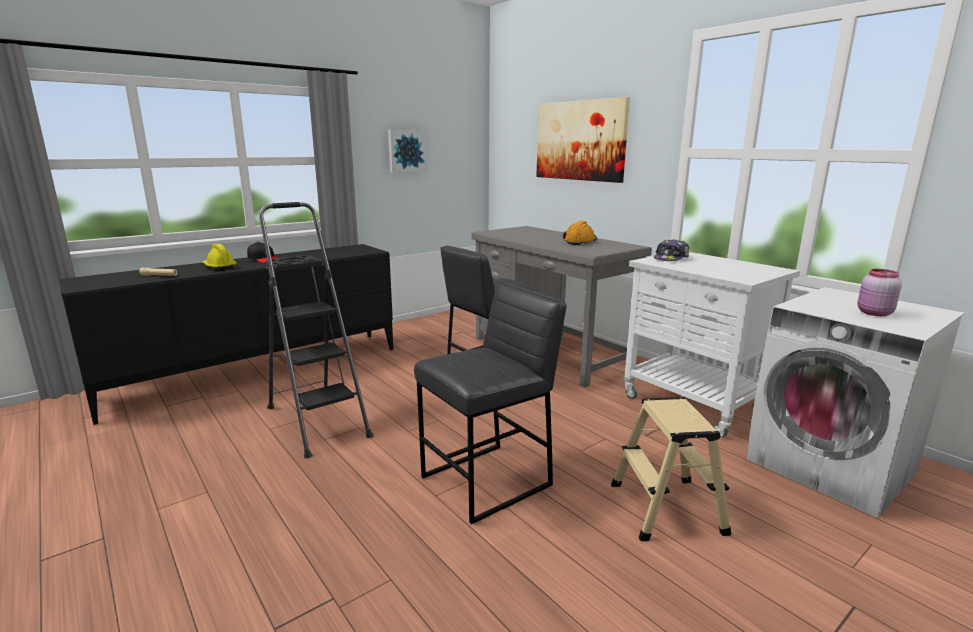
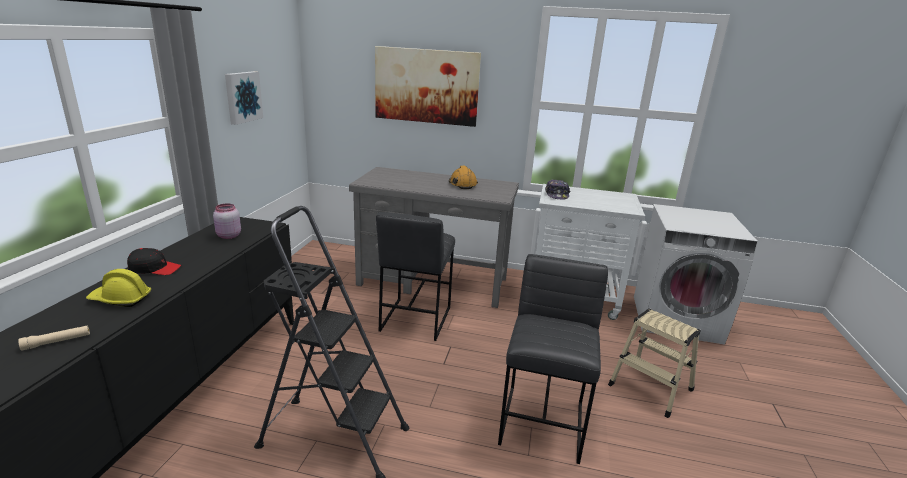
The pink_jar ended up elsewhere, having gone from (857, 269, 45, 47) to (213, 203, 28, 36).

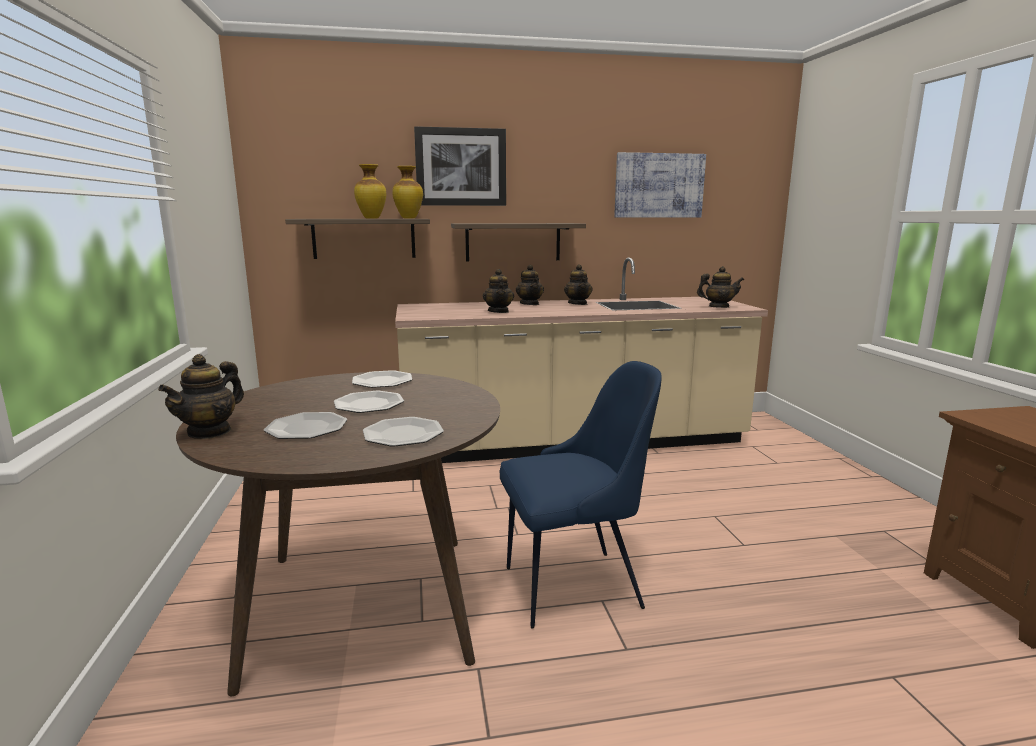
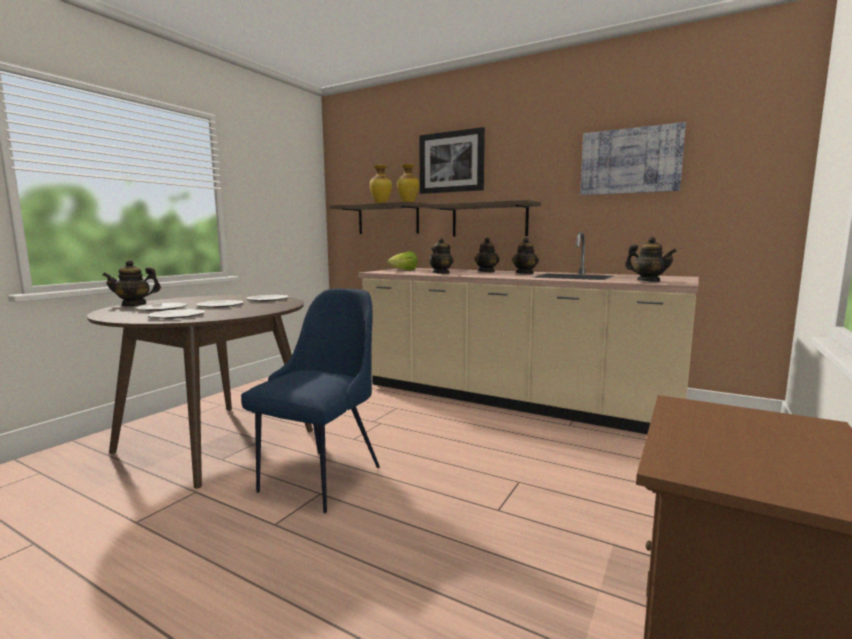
The blue_chair at (500, 361, 162, 268) ended up facing another way, 90 degrees counterclockwise from before. The second view gained the lettuce at (387, 251, 31, 19).

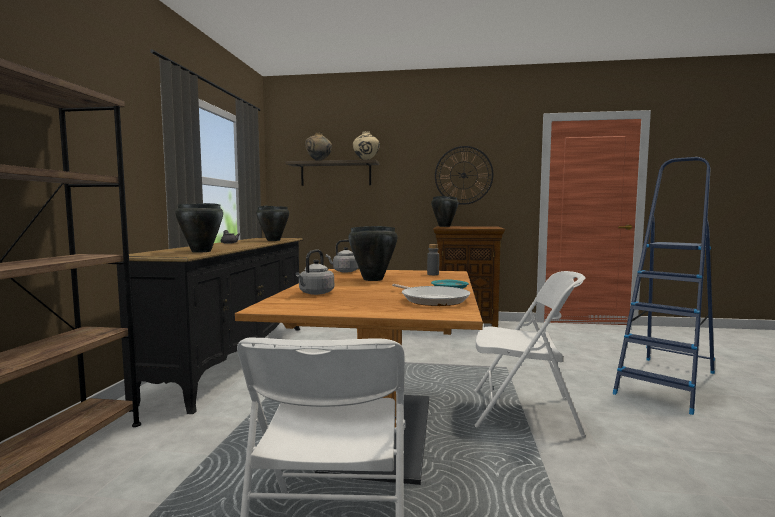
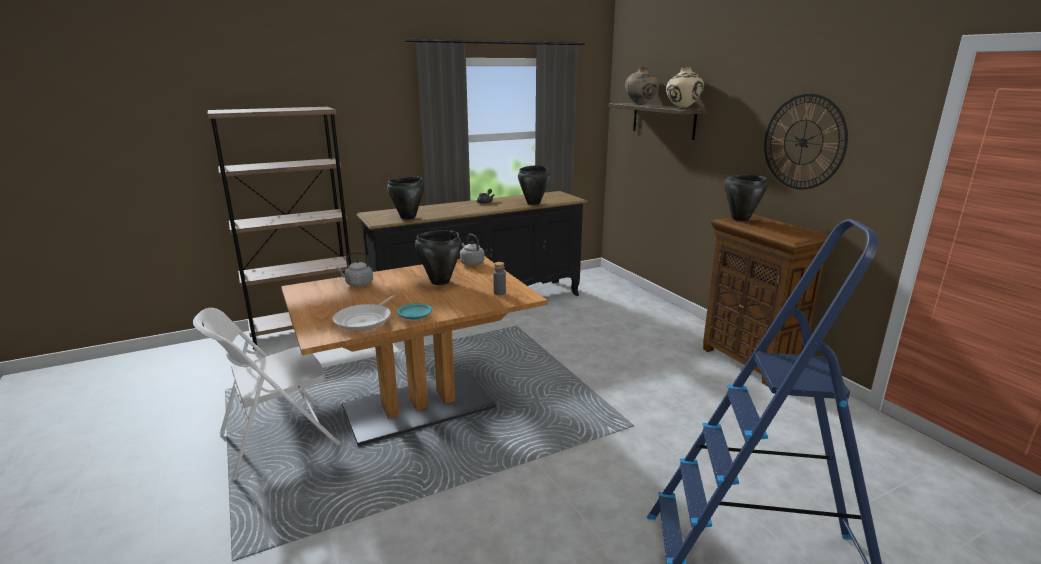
The second view lost the white_chair at (474, 271, 112, 167).

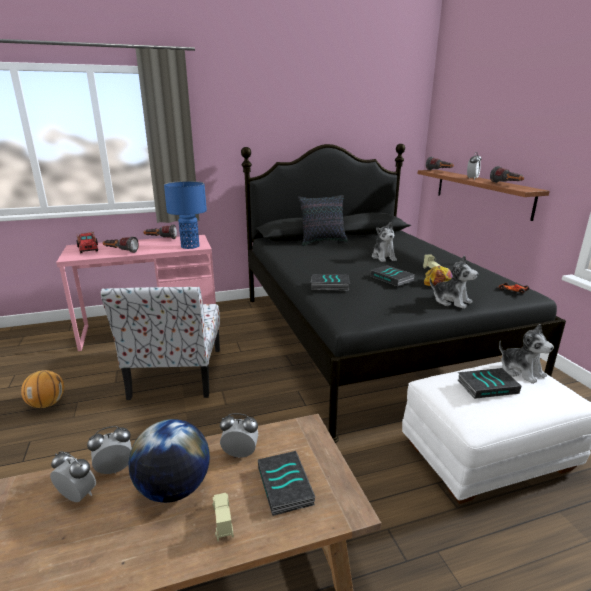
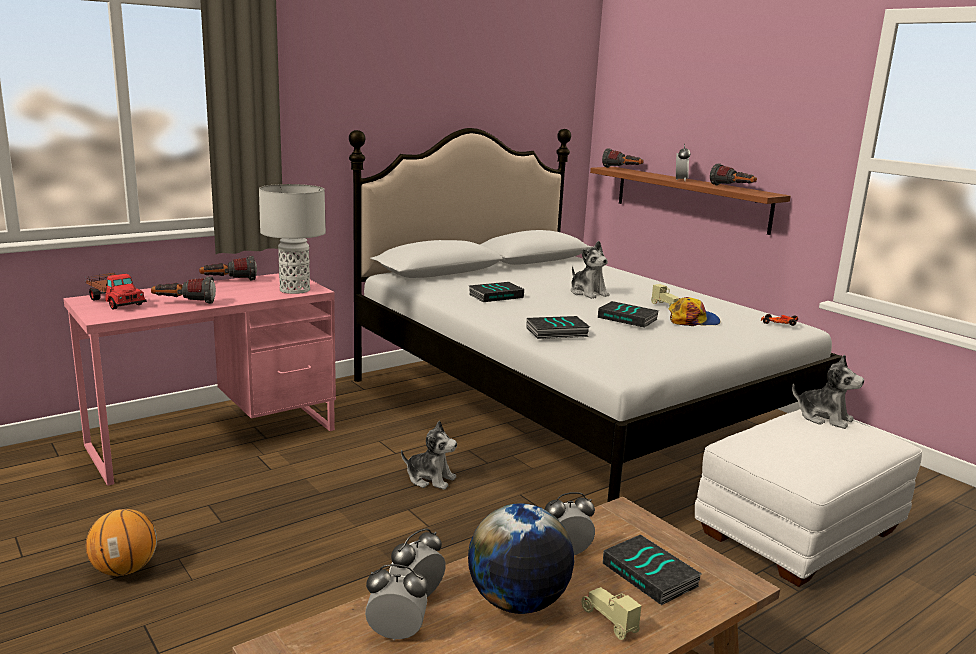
What was the black_bed at (241, 144, 325, 299) turned into the white_bed at (349, 128, 493, 374). What was the blue_table_lamp at (164, 181, 43, 68) turned into the white_table_lamp at (259, 184, 67, 110). The second view lost the black_pillow at (298, 195, 50, 51). The plush_toy ended up elsewhere, having gone from (430, 255, 48, 54) to (401, 420, 56, 70). The second view lost the chair at (101, 287, 119, 113). The book ended up elsewhere, having gone from (458, 368, 63, 31) to (469, 282, 55, 20).

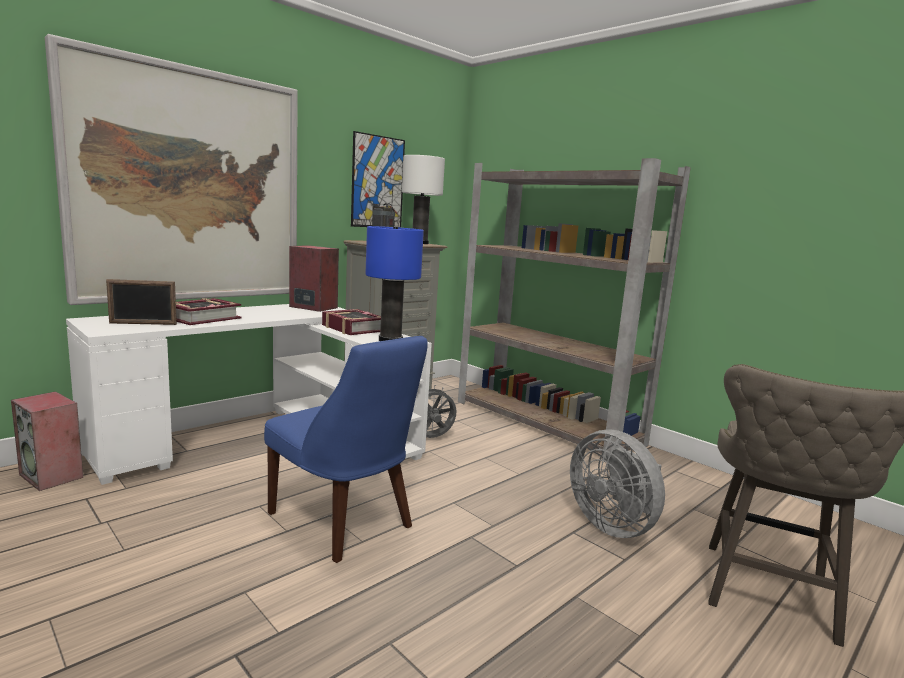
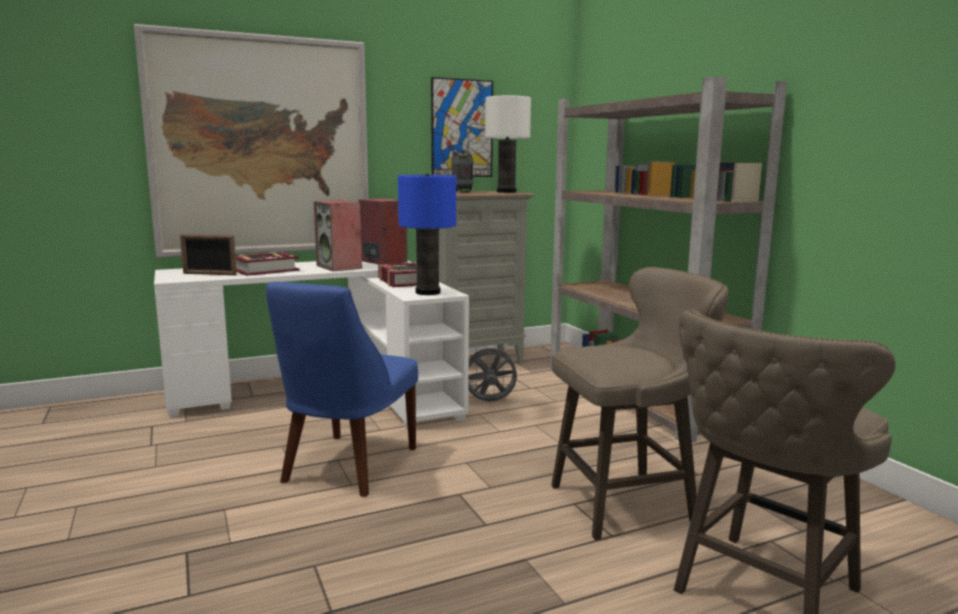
The blue_chair at (264, 336, 164, 227) ended up facing another way, 45 degrees clockwise from before. The speaker ended up elsewhere, having gone from (11, 391, 72, 100) to (314, 200, 48, 71). Where the grey_fan stood at (570, 429, 95, 109), the beige_stool came to stand at (551, 267, 178, 273).

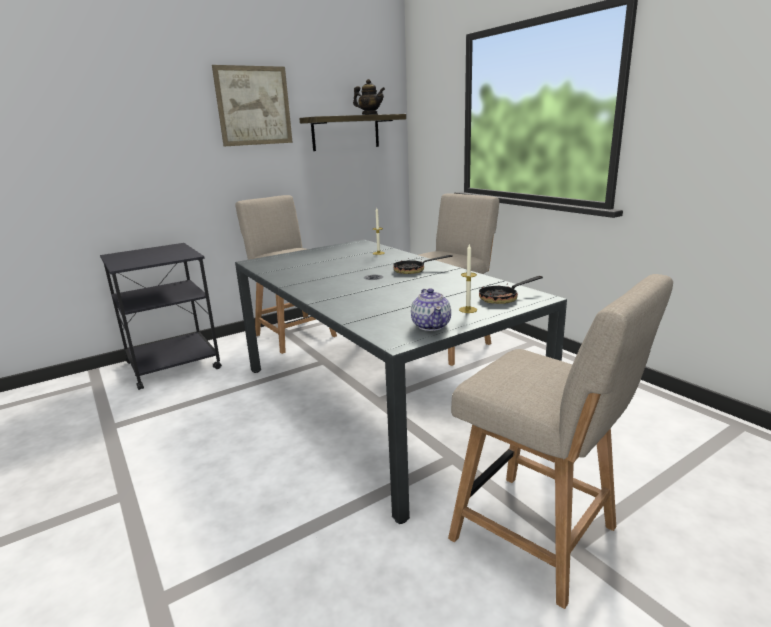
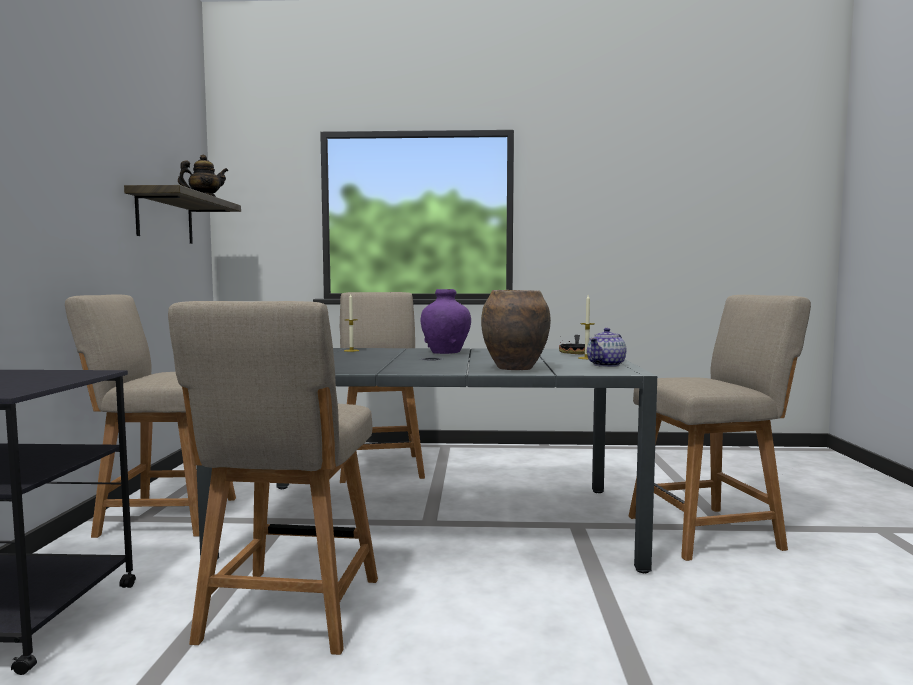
The second view lost the picture at (212, 65, 81, 81). Where the frying_pan stood at (394, 253, 59, 21), the purple_vase came to stand at (421, 289, 50, 65). The teapot at (411, 288, 40, 43) ended up facing another way, 105 degrees clockwise from before. The second view gained the brown_vase at (481, 290, 70, 80). The second view gained the beige_chair at (168, 301, 210, 354).

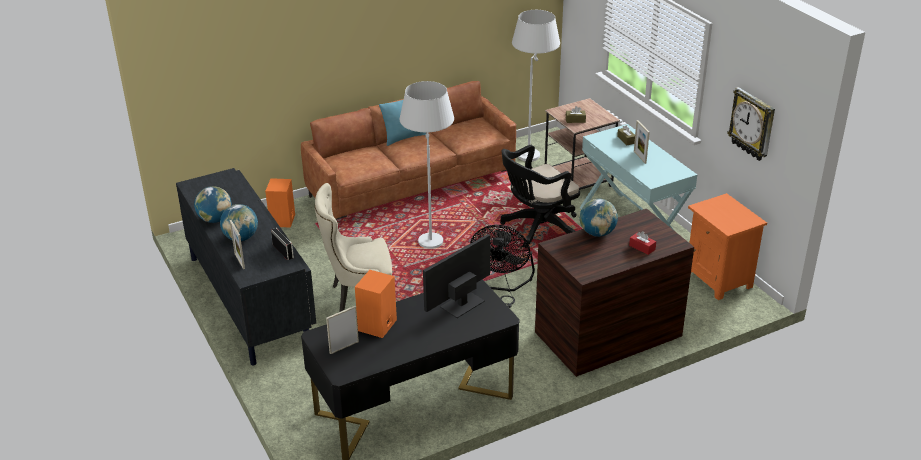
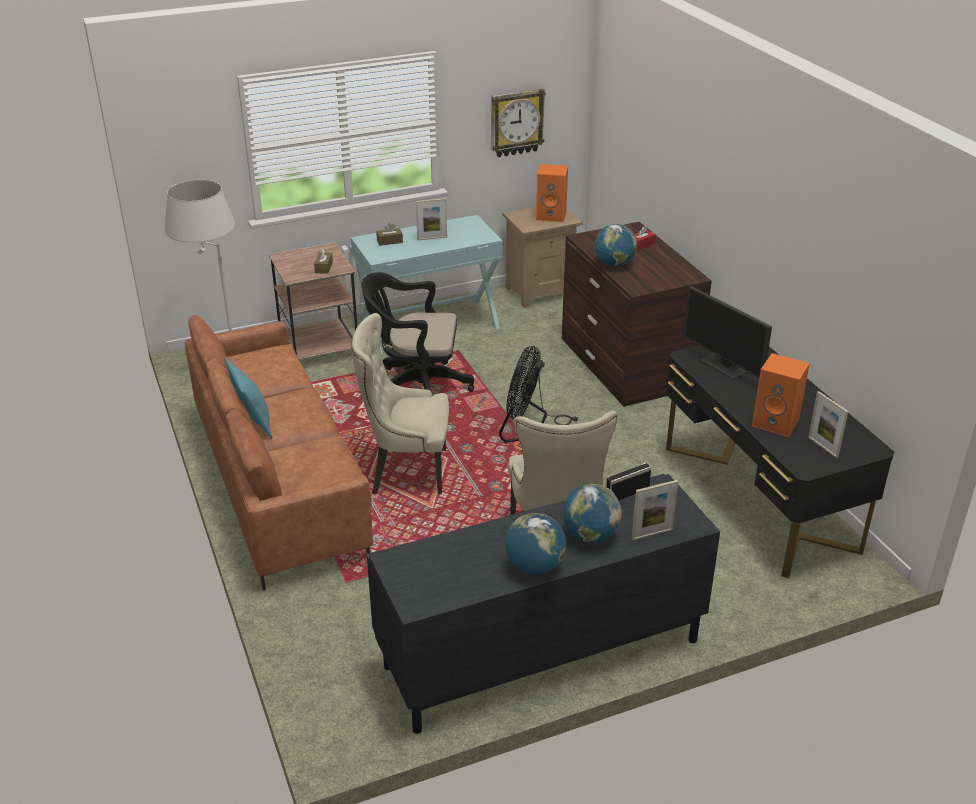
Where the white_floor_lamp stood at (400, 81, 54, 168), the beige_chair came to stand at (351, 313, 98, 182). The black_office_chair at (500, 145, 80, 102) ended up facing another way, 120 degrees clockwise from before. The orange_speaker ended up elsewhere, having gone from (265, 178, 30, 50) to (536, 164, 32, 58). What was the orange_nightstand at (688, 193, 79, 107) turned into the beige_nightstand at (503, 207, 80, 101).

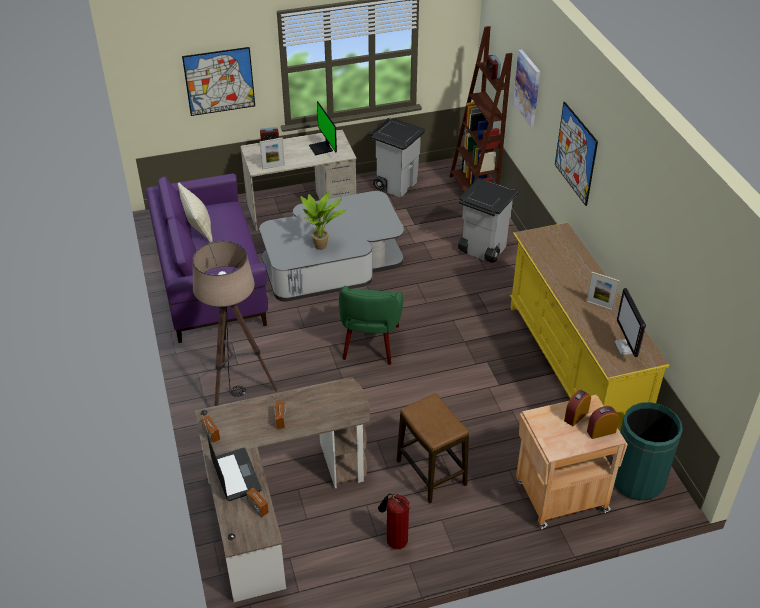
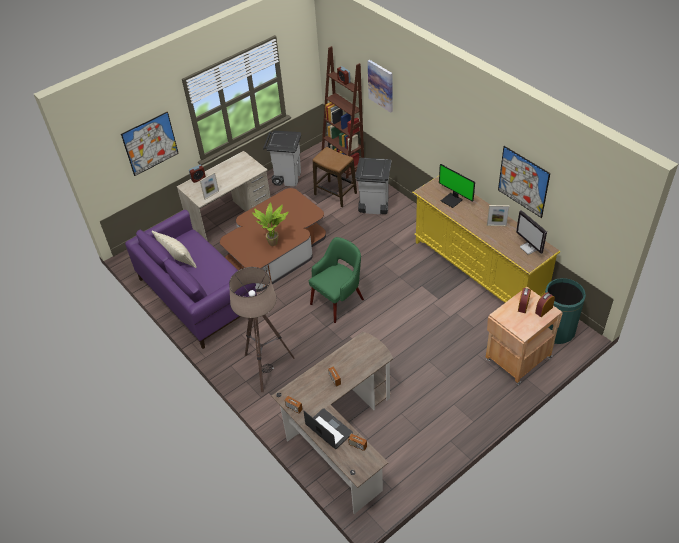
The monitor ended up elsewhere, having gone from (309, 101, 28, 54) to (439, 164, 36, 44). The picture ended up elsewhere, having gone from (555, 102, 43, 104) to (498, 146, 52, 72). What was the grey_coffee_table at (259, 191, 145, 111) turned into the brown_coffee_table at (220, 188, 106, 104). The green_armchair at (339, 286, 64, 79) ended up facing another way, 120 degrees counterclockwise from before. The stool ended up elsewhere, having gone from (397, 393, 72, 111) to (313, 147, 44, 60). The second view lost the fire_extinguisher at (378, 493, 32, 56).

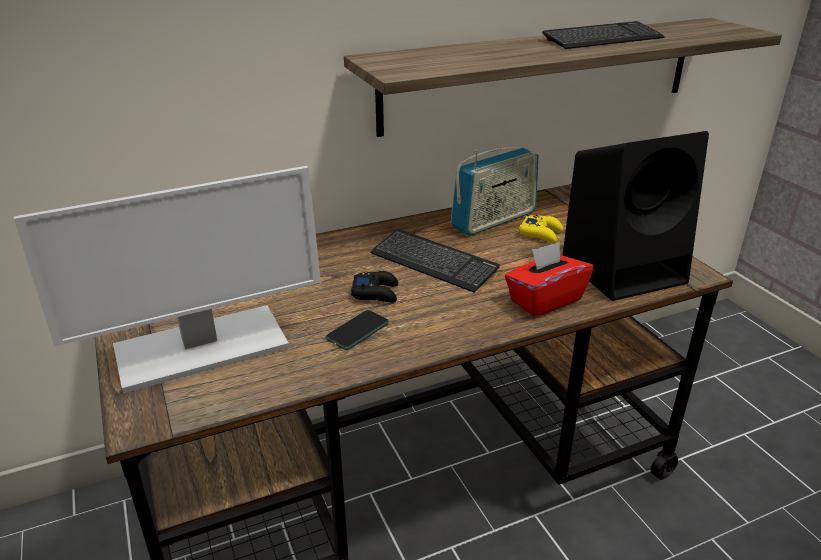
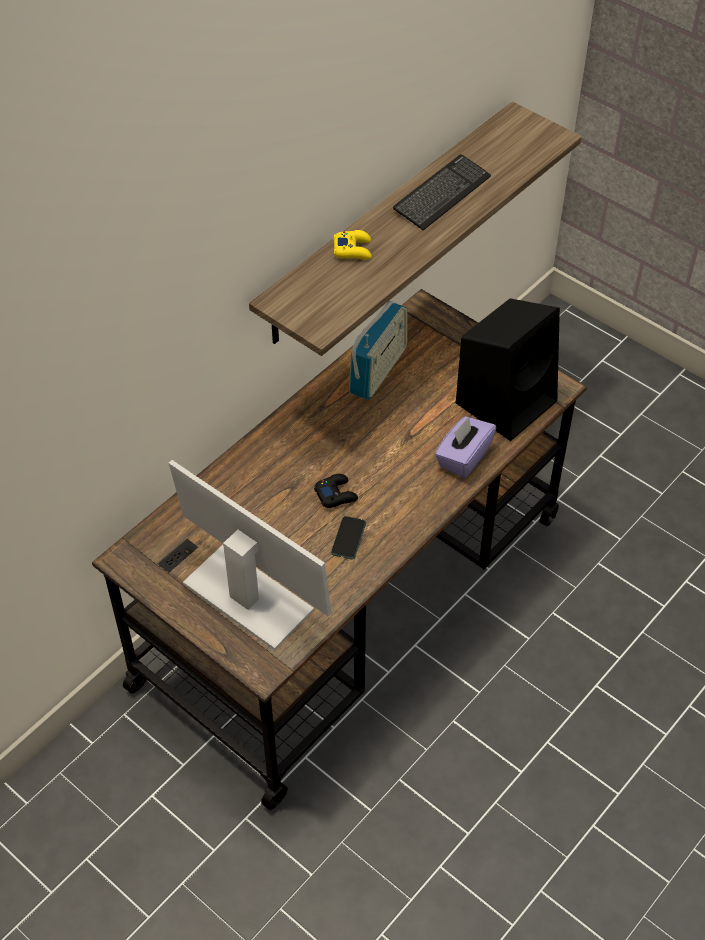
The monitor at (14, 166, 307, 228) ended up facing another way, 90 degrees counterclockwise from before. The yellow_game_controller ended up elsewhere, having gone from (519, 215, 44, 28) to (334, 230, 38, 30). The second view lost the keyboard at (370, 229, 130, 64). What was the red_tissue_box at (505, 241, 88, 76) turned into the purple_tissue_box at (435, 416, 61, 62).

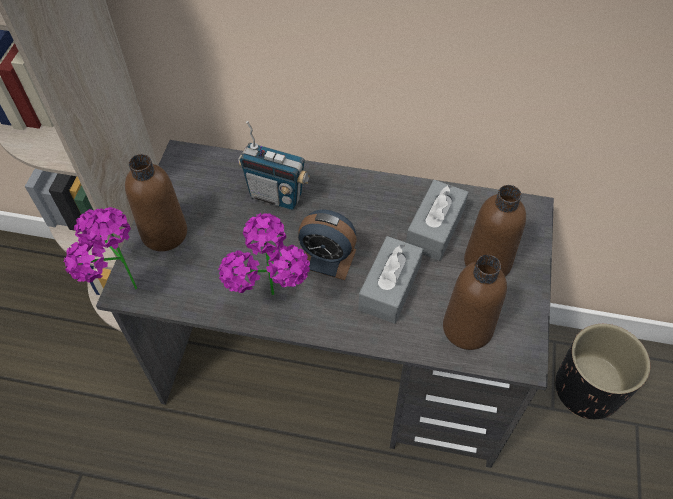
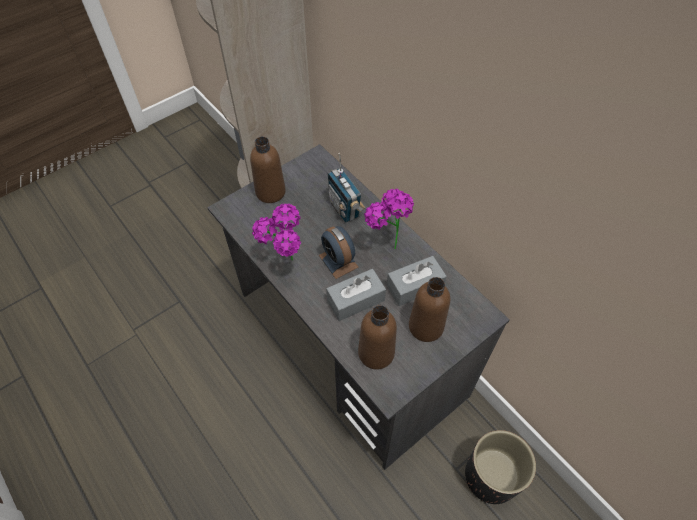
The potted_plant ended up elsewhere, having gone from (64, 207, 73, 82) to (364, 189, 50, 60).

